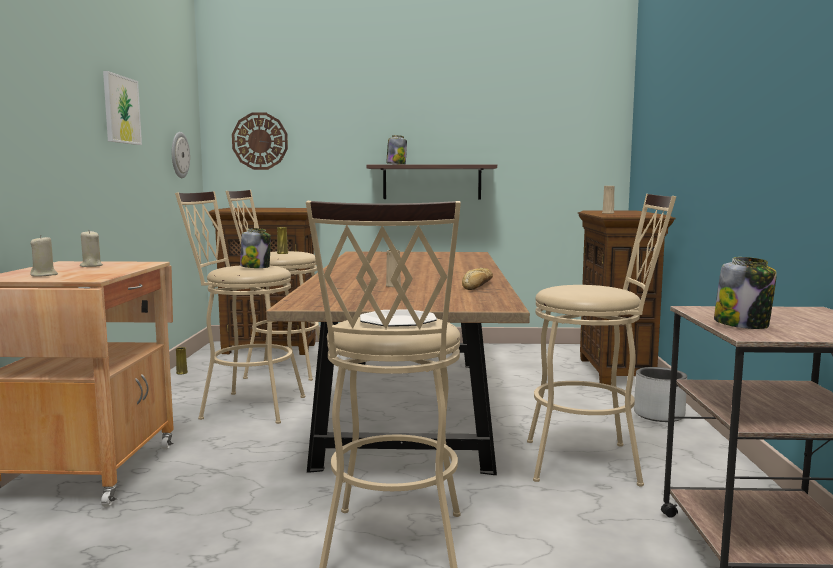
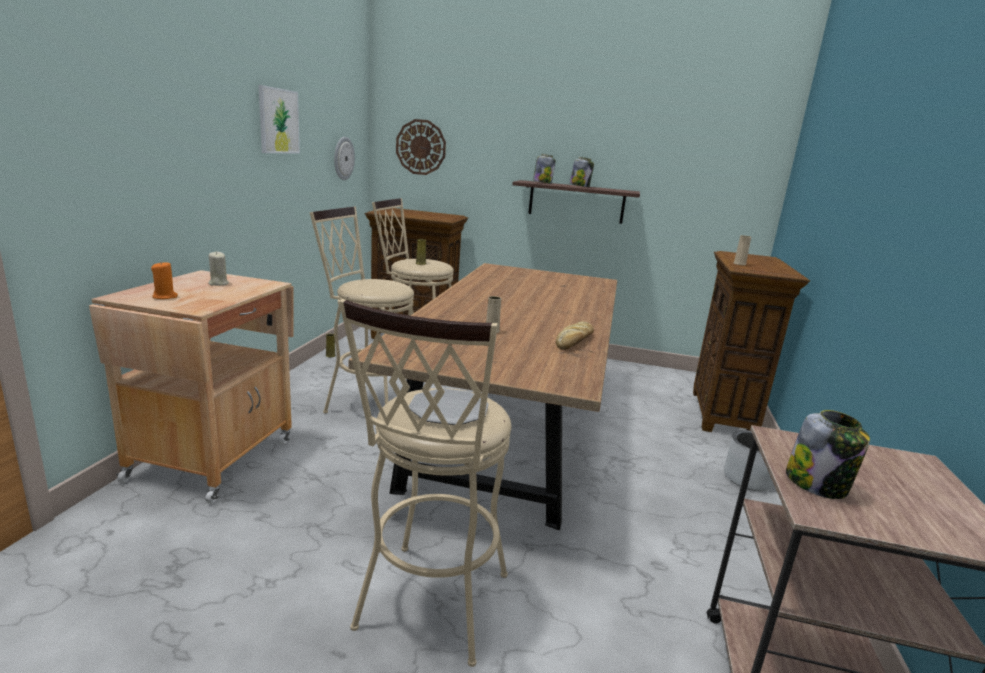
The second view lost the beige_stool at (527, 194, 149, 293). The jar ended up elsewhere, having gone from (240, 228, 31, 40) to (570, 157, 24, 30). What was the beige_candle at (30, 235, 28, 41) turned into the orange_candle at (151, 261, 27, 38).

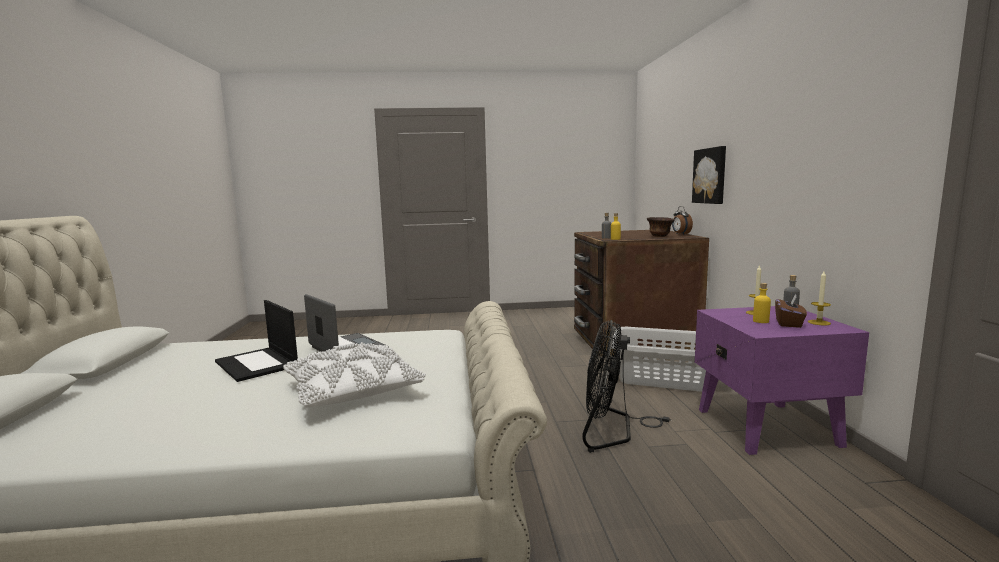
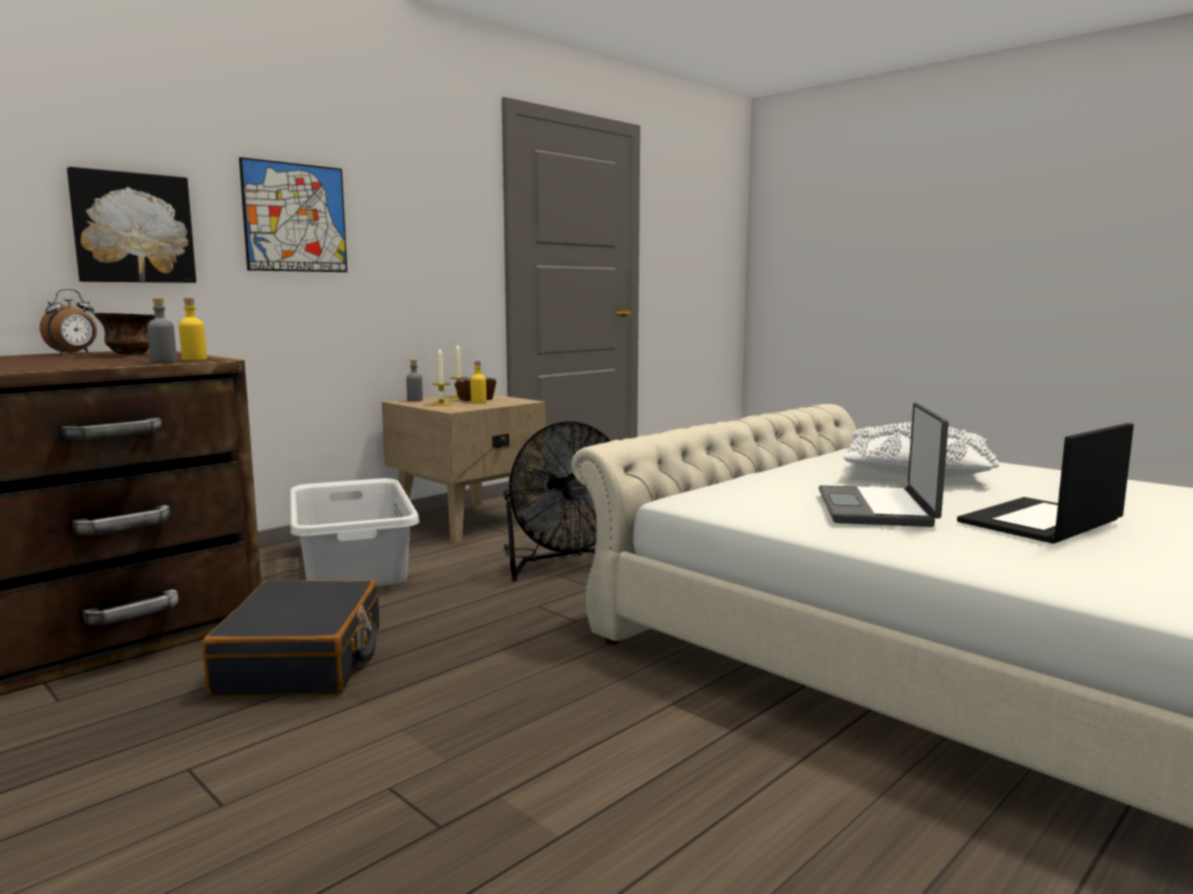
The laptop at (215, 300, 83, 82) ended up facing another way, 135 degrees counterclockwise from before. What was the purple_nightstand at (695, 306, 174, 149) turned into the beige_nightstand at (382, 394, 165, 149). The second view gained the picture at (239, 157, 108, 115). The second view gained the black_suitcase at (202, 580, 177, 116).

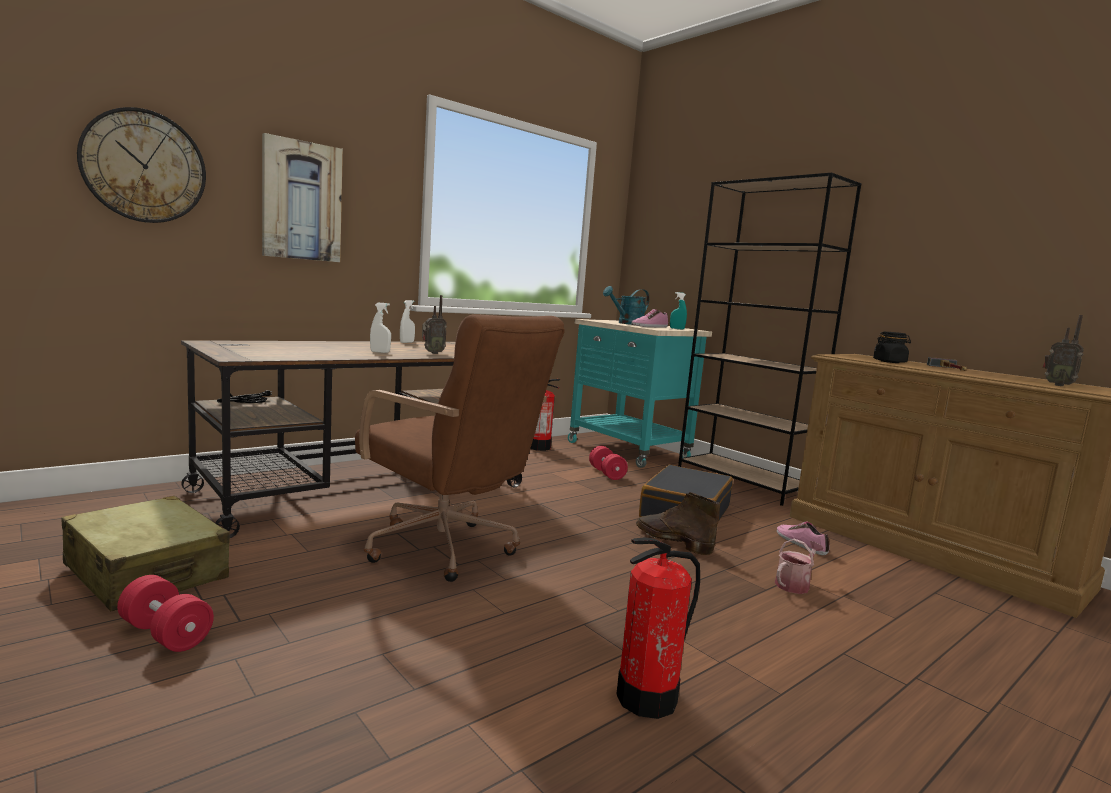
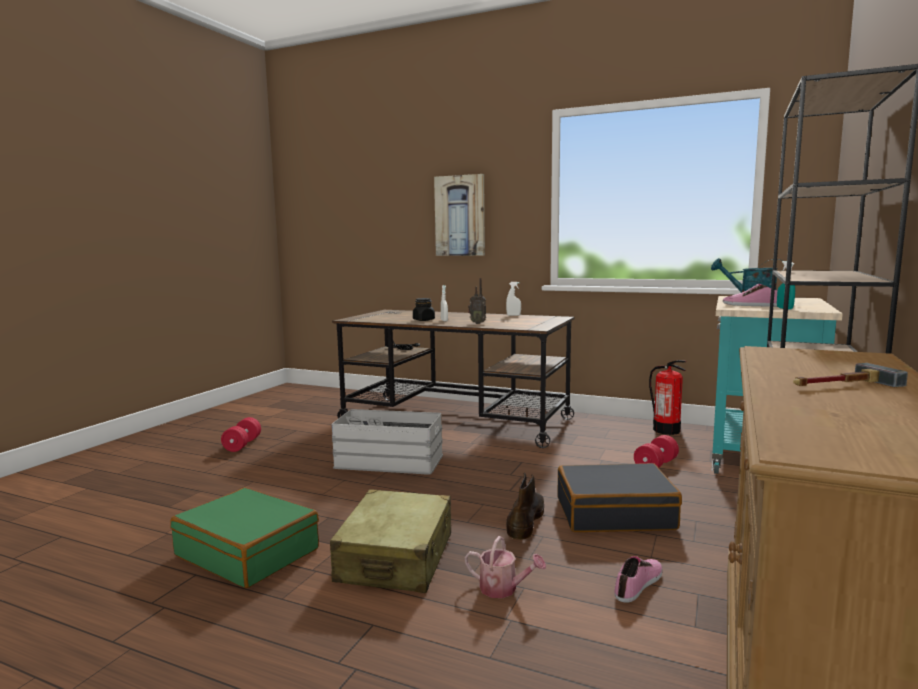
The second view lost the wall_clock at (77, 107, 129, 116). Where the brown_office_chair stood at (355, 314, 210, 268), the grey_storage_box came to stand at (332, 409, 111, 66). The second view lost the radio at (1043, 315, 41, 71). The black_jar ended up elsewhere, having gone from (873, 331, 38, 32) to (413, 298, 22, 23). The beige_suitcase ended up elsewhere, having gone from (61, 496, 169, 115) to (330, 489, 121, 104). Where the fire_extinguisher stood at (616, 537, 84, 182), the green_suitcase came to stand at (170, 488, 149, 100).

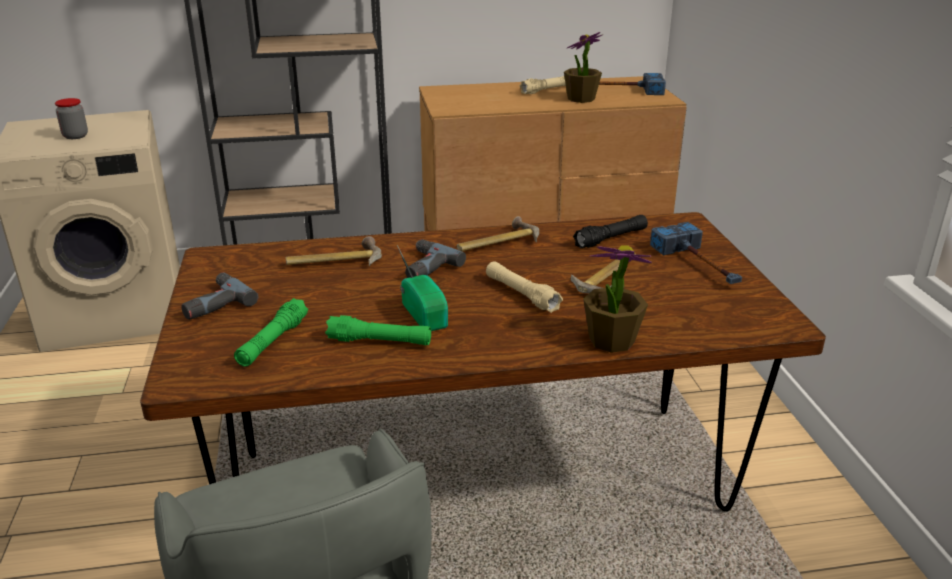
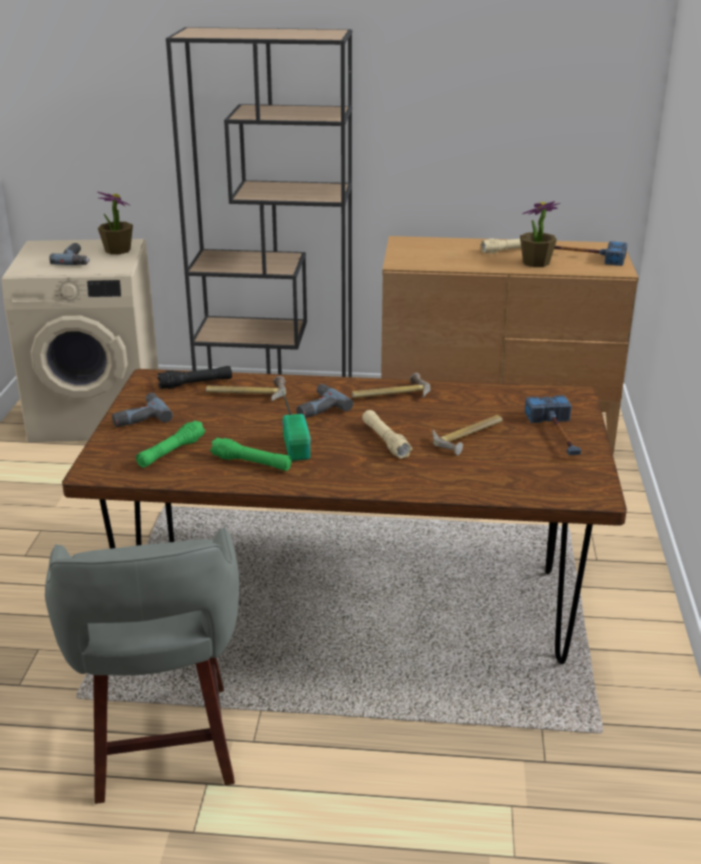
Where the jar stood at (55, 98, 33, 41), the power_drill came to stand at (49, 243, 41, 22). The black_flashlight ended up elsewhere, having gone from (573, 215, 75, 33) to (157, 366, 75, 23). The potted_plant ended up elsewhere, having gone from (583, 245, 69, 108) to (97, 191, 36, 63).

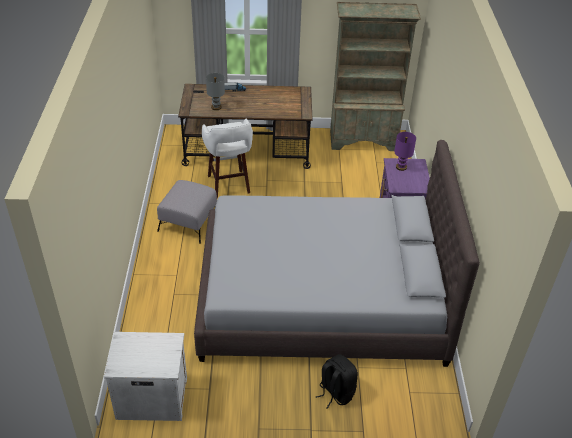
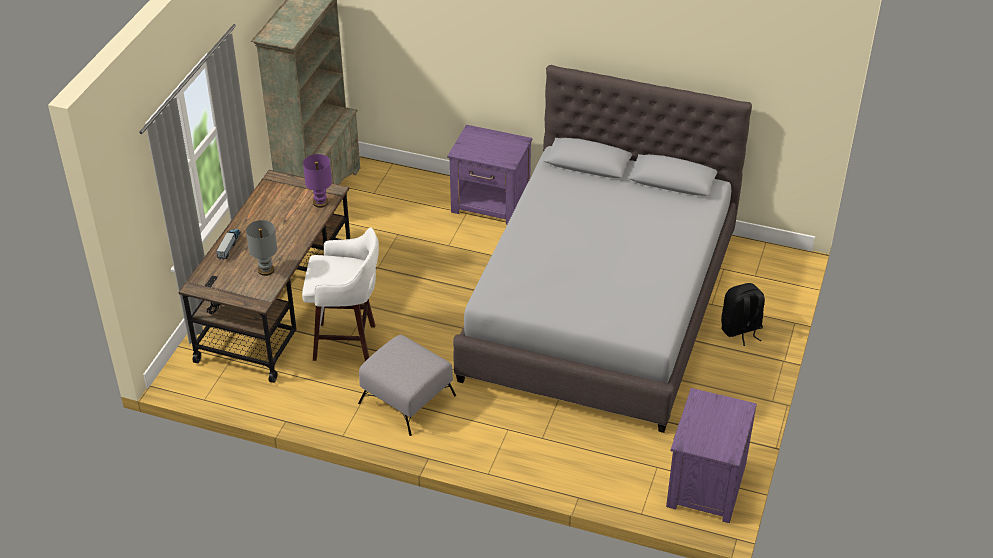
The purple_table_lamp ended up elsewhere, having gone from (394, 132, 22, 39) to (303, 154, 29, 54). What was the white_nightstand at (104, 332, 83, 89) turned into the purple_nightstand at (666, 388, 91, 135).

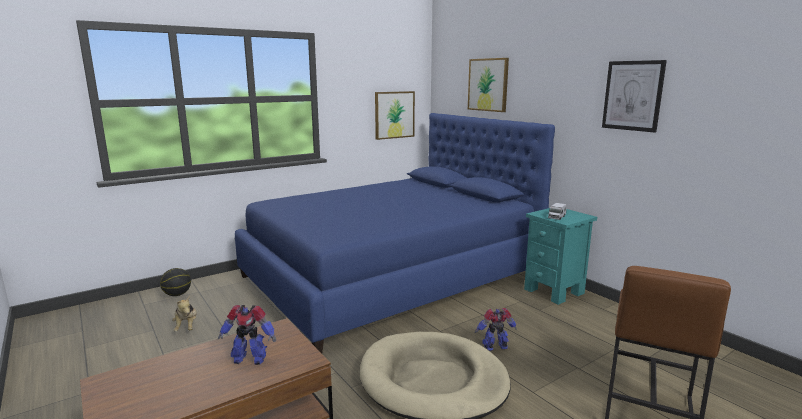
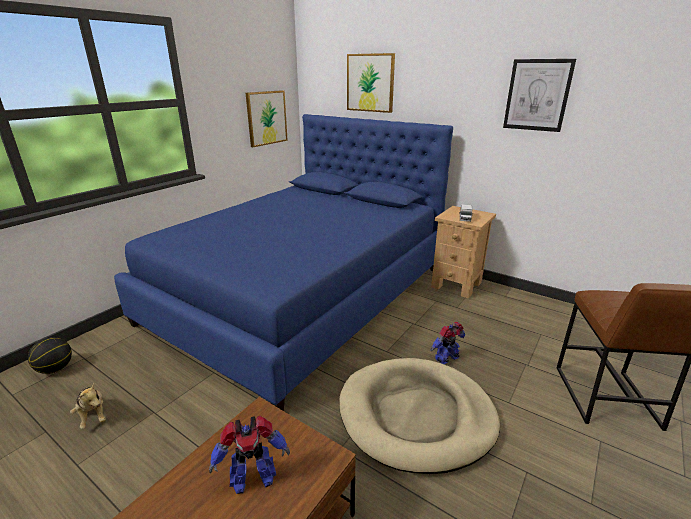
What was the turquoise_nightstand at (524, 208, 73, 97) turned into the beige_nightstand at (431, 206, 65, 93).

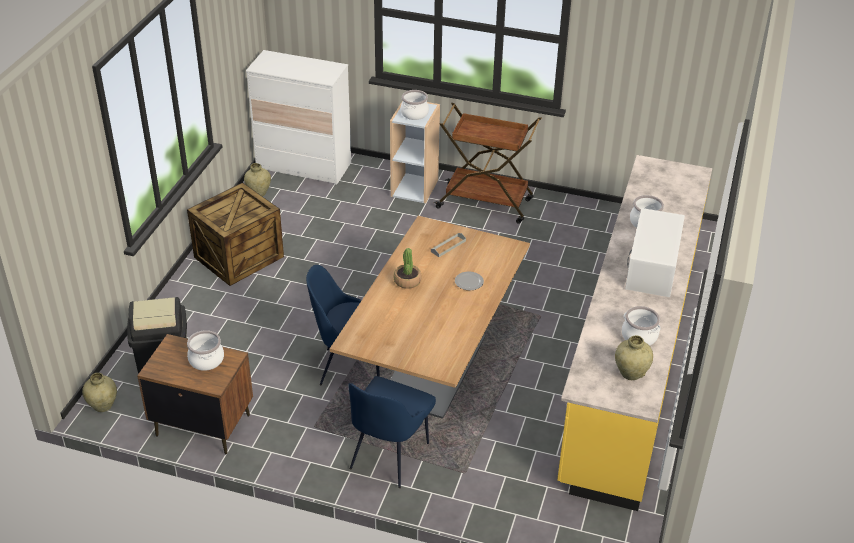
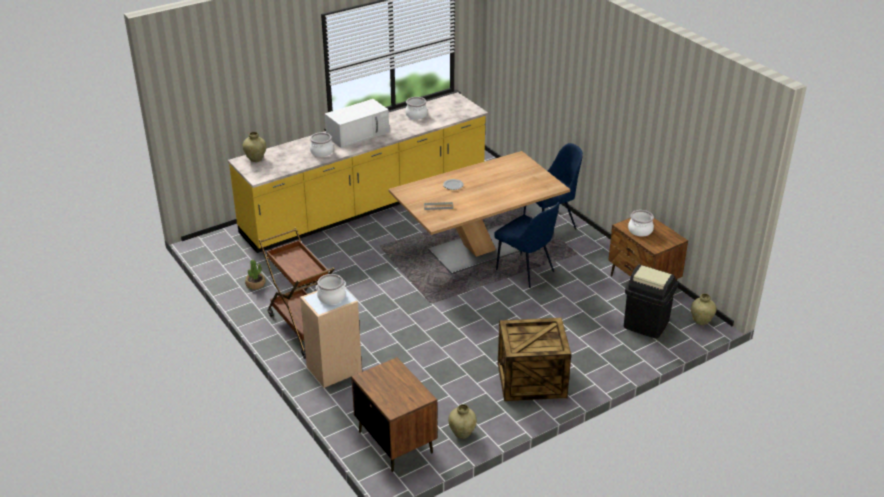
Where the white_dresser stood at (246, 50, 105, 135), the brown_nightstand came to stand at (351, 357, 86, 115). The potted_plant ended up elsewhere, having gone from (393, 248, 29, 41) to (245, 260, 21, 30). The beige_vase ended up elsewhere, having gone from (615, 335, 38, 45) to (243, 132, 23, 30).

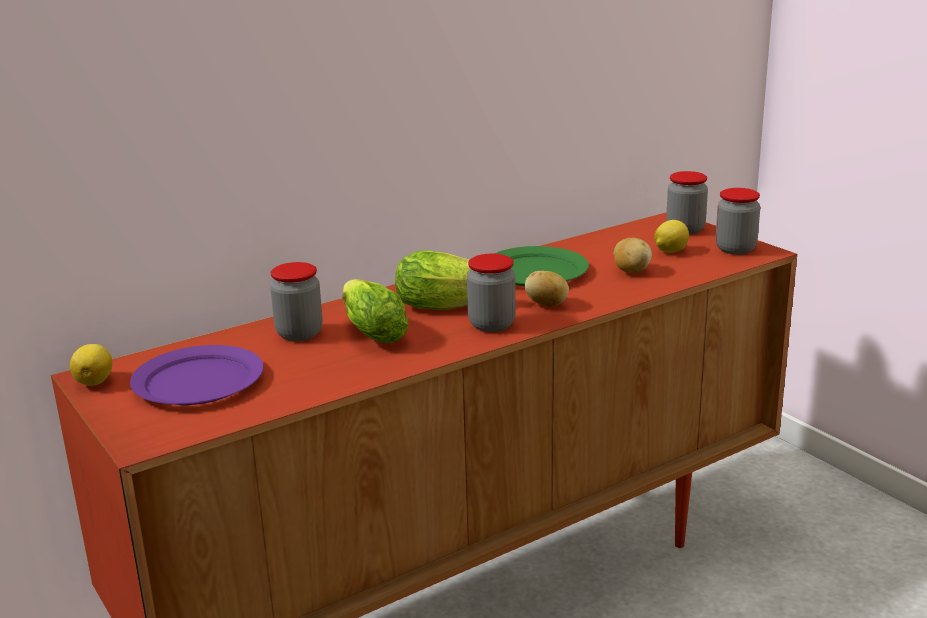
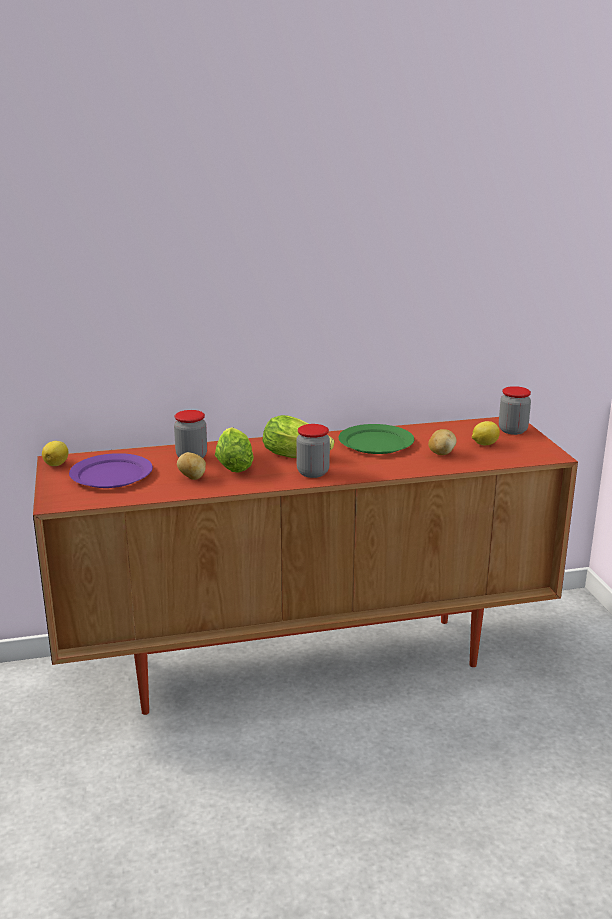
The second view lost the jar at (716, 188, 44, 67). The potato ended up elsewhere, having gone from (525, 271, 44, 36) to (177, 452, 29, 28).

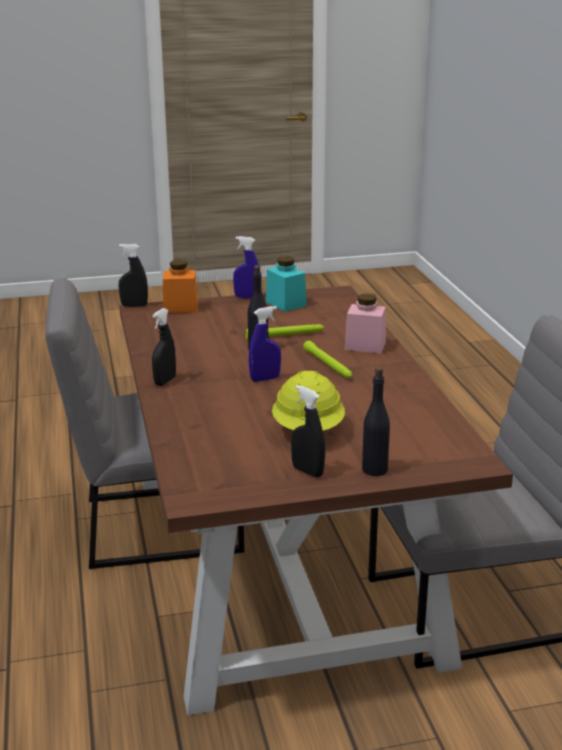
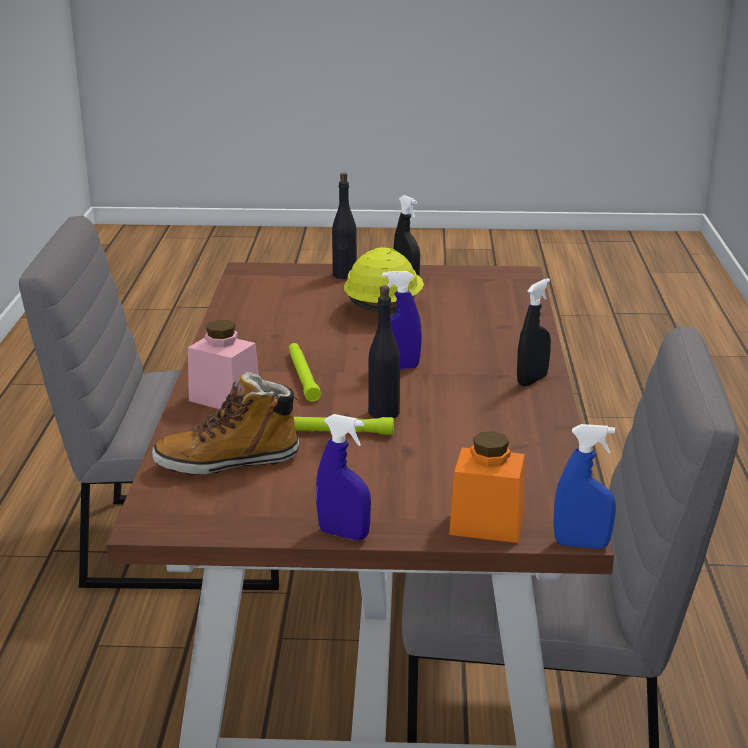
What was the black_spray_bottle at (119, 244, 29, 63) turned into the blue_spray_bottle at (554, 424, 62, 125). The second view lost the turquoise_jar at (266, 256, 41, 56). The second view gained the boot at (152, 372, 149, 103).

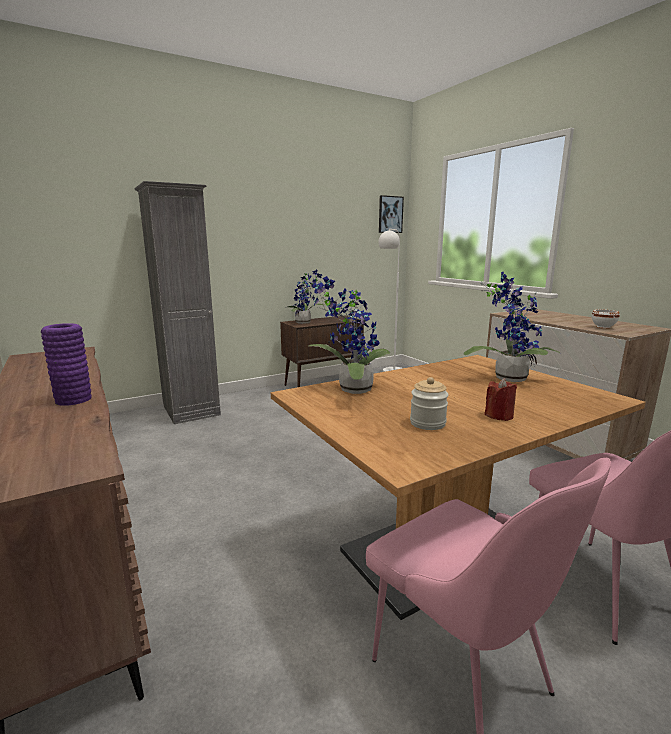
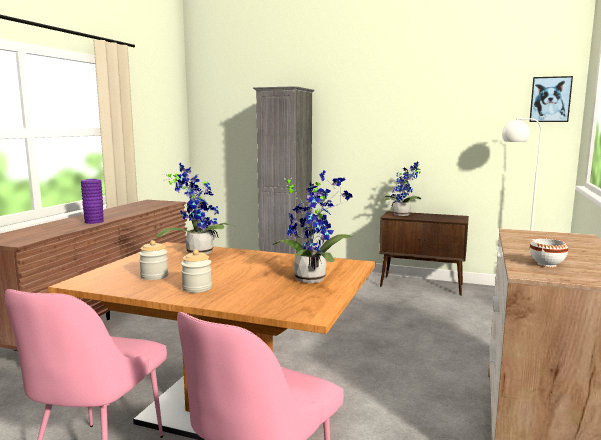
Where the red_candle stood at (484, 378, 33, 43), the jar came to stand at (181, 250, 31, 43).

